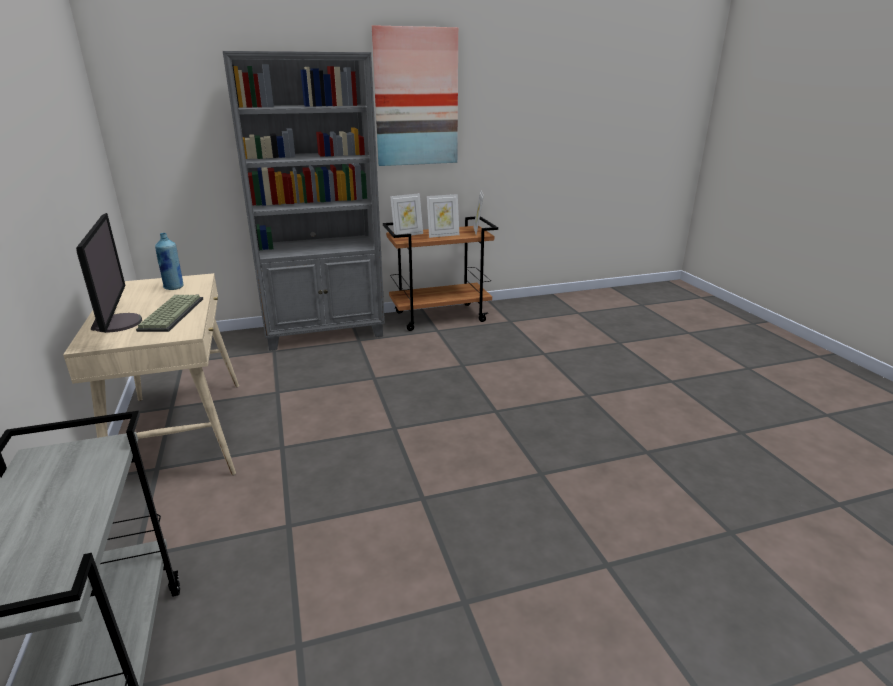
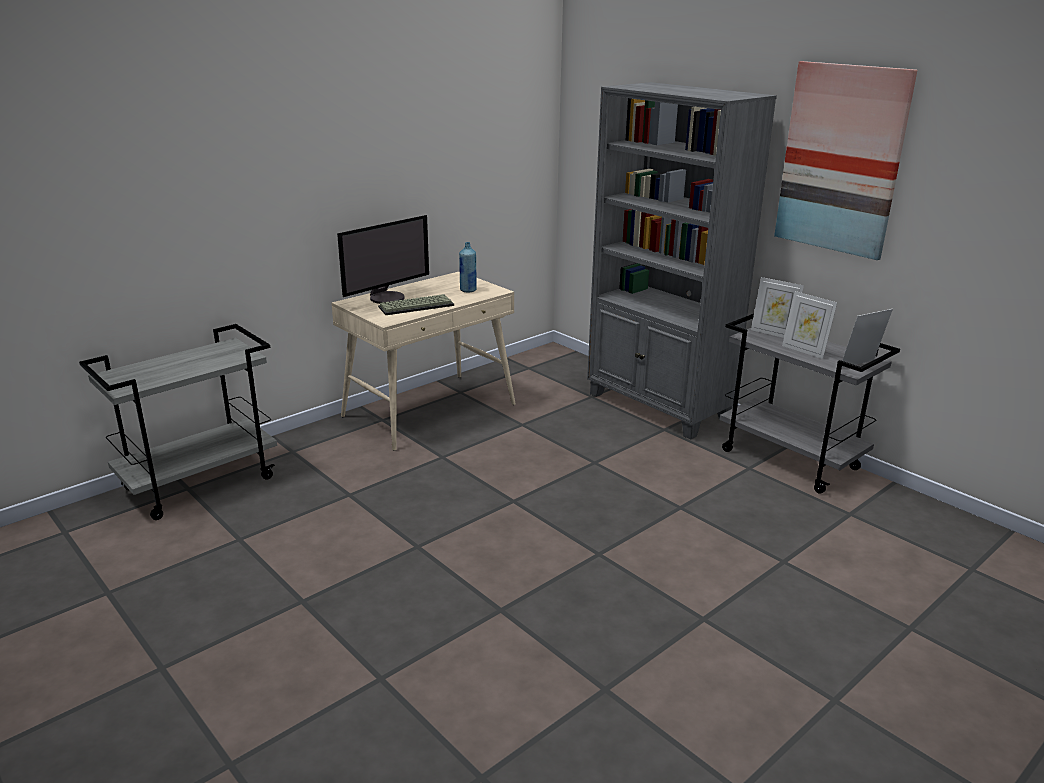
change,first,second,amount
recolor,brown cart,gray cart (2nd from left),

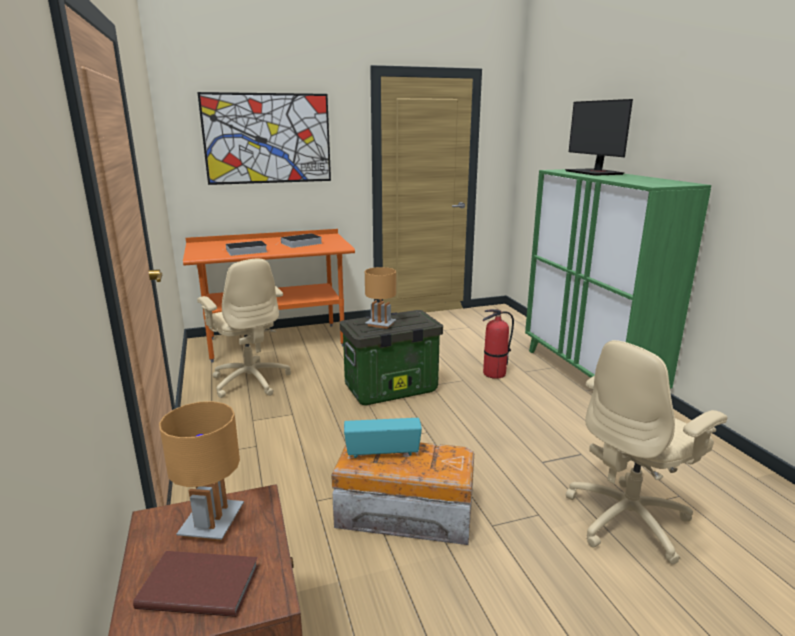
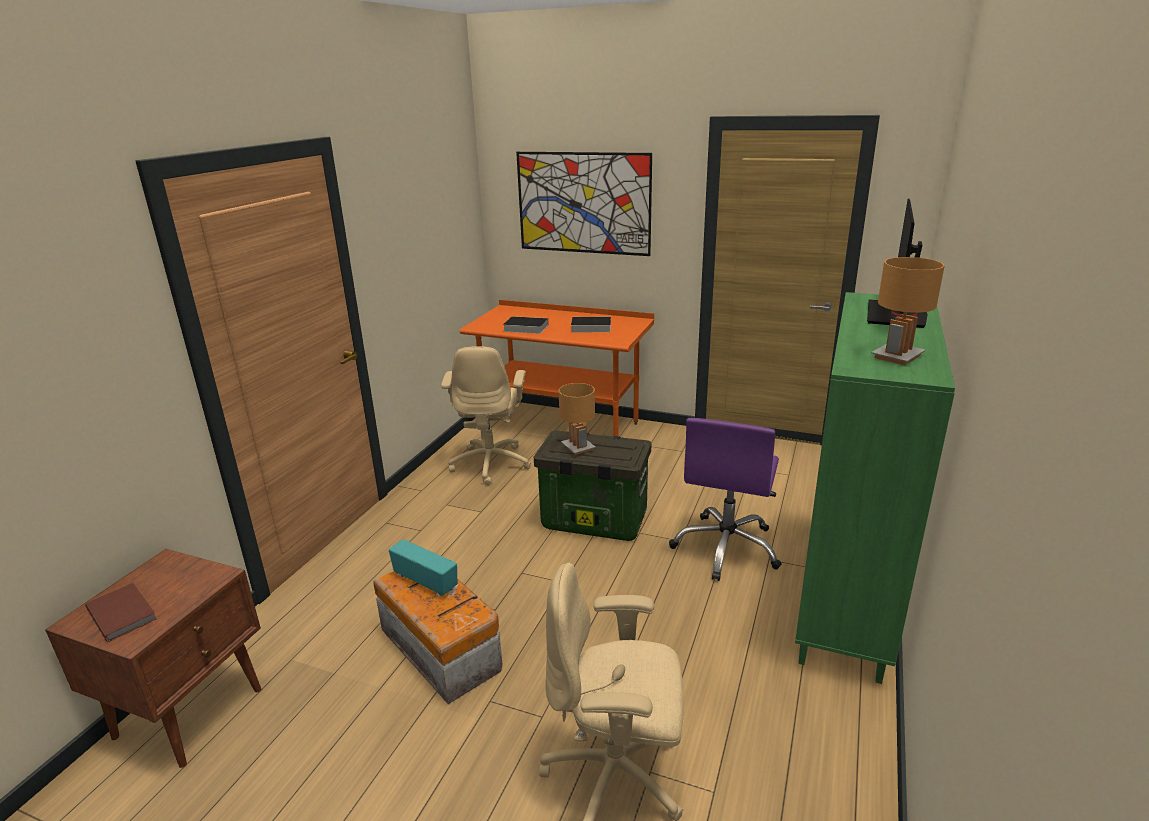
change,first,second,amount
replace,fire extinguisher,purple-coloured desk chair,
move,brown table lamp (1st from left in the first image),brown table lamp (2nd from left),

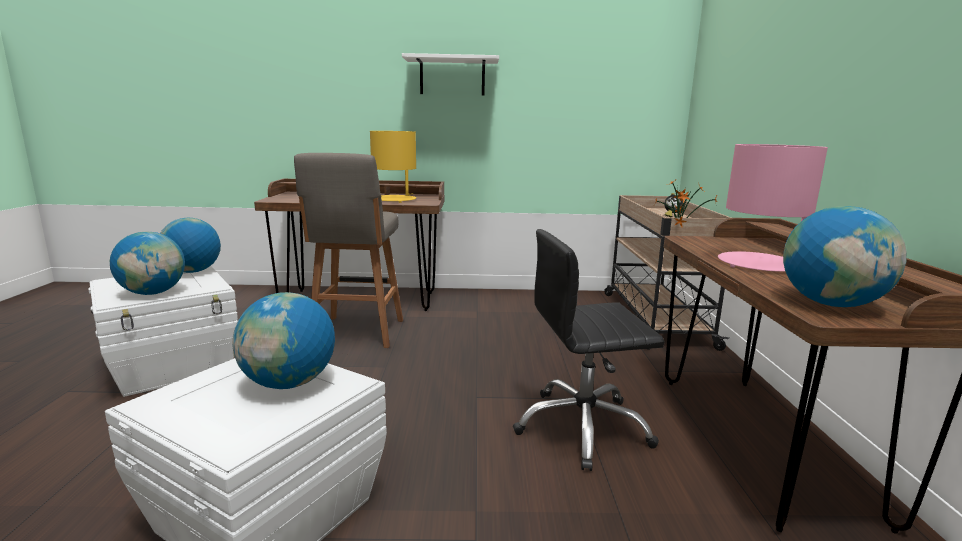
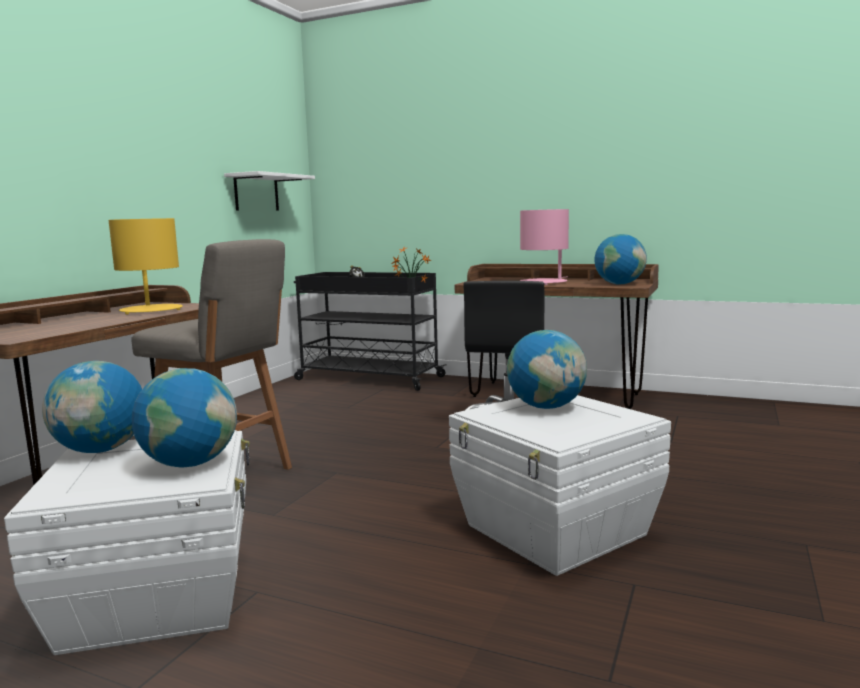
change,first,second,amount
move,white-coloured wall shelf,,
recolor,beige-coloured cart,black-coloured cart,

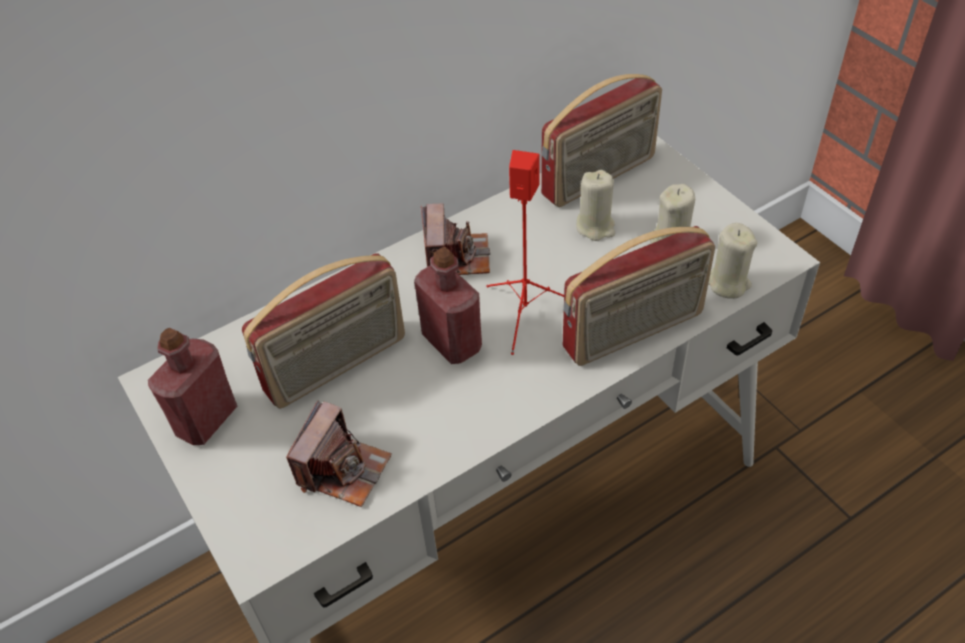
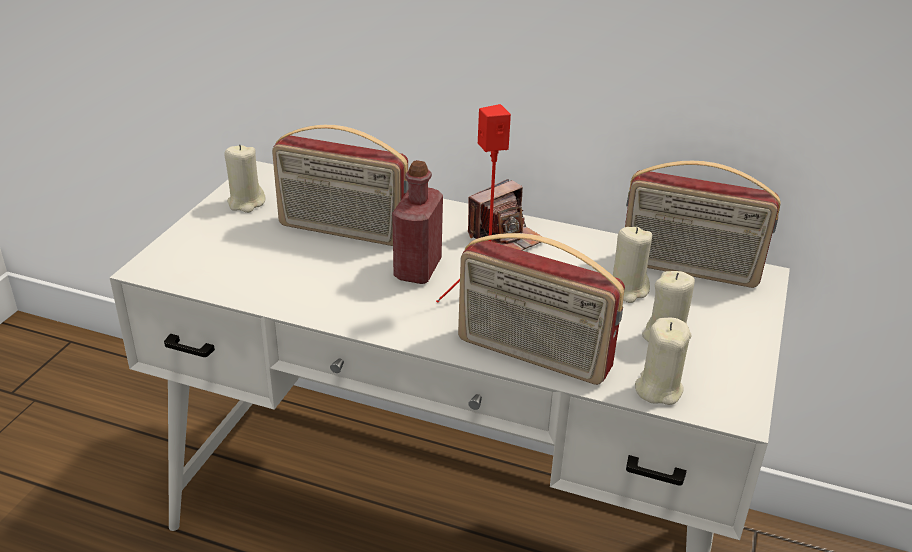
change,first,second,amount
replace,red-coloured drink bottle (1st from left),beige-coloured candle (1st from left),
delete,photo camera (1st from left),,

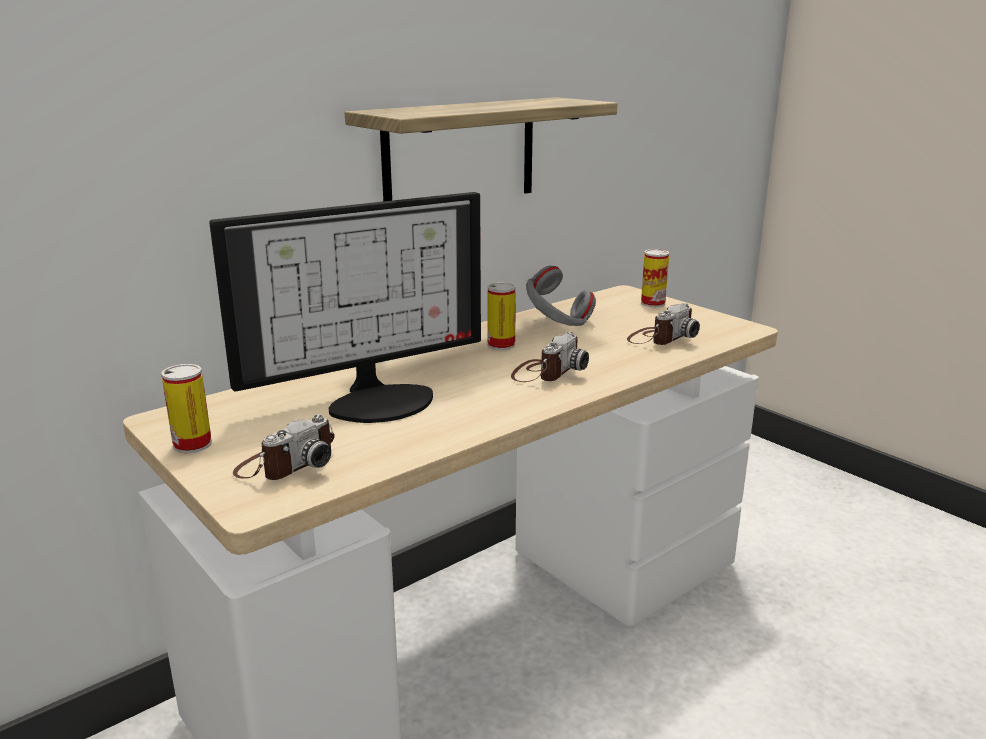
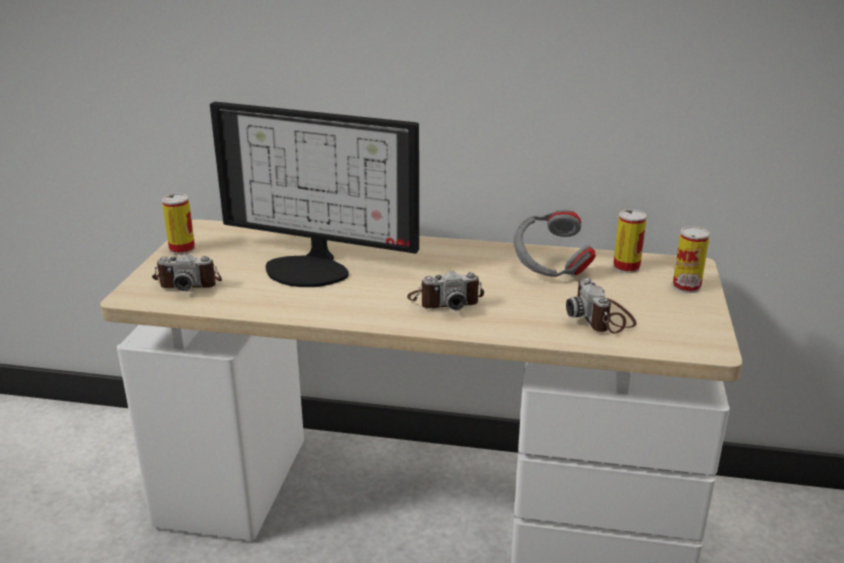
change,first,second,amount
delete,wall shelf,,
move,sealed can (2nd from left),,
rotate,photo camera (3rd from left),,75 degrees clockwise

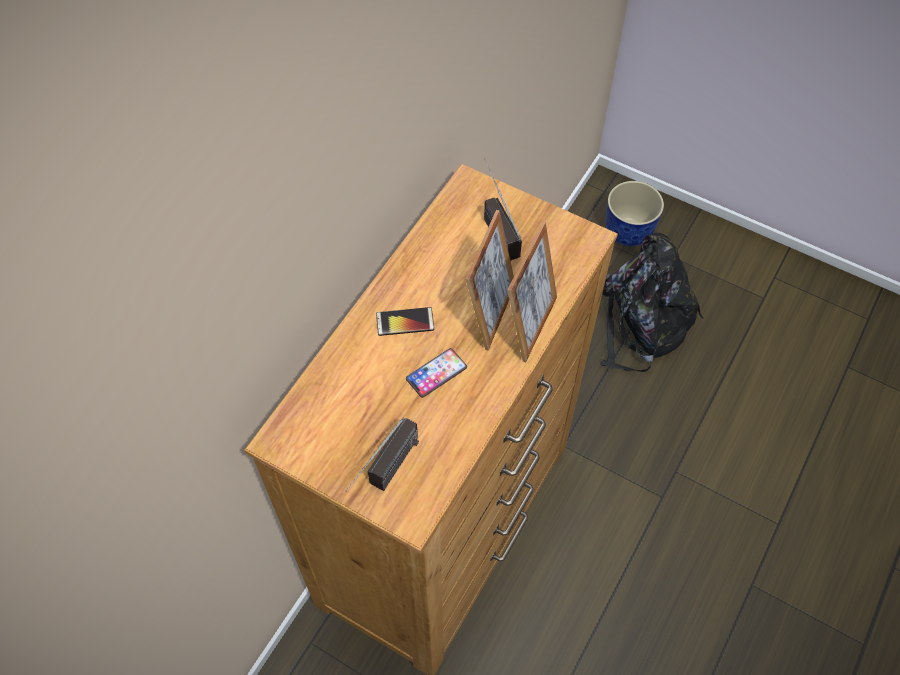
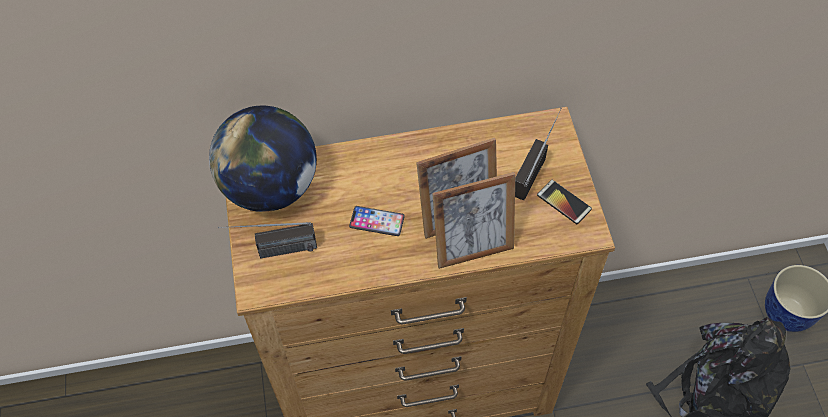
change,first,second,amount
move,telephone (1st from left in the first image),telephone (2nd from left),
insert,,globe,

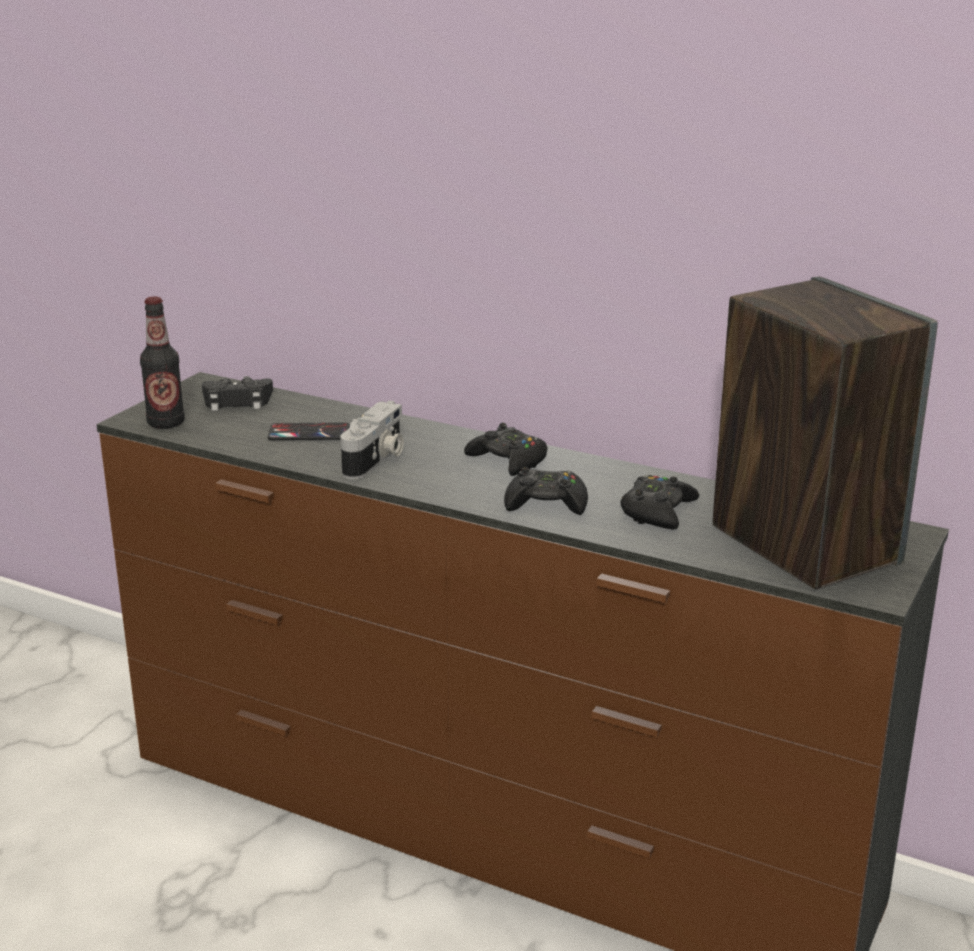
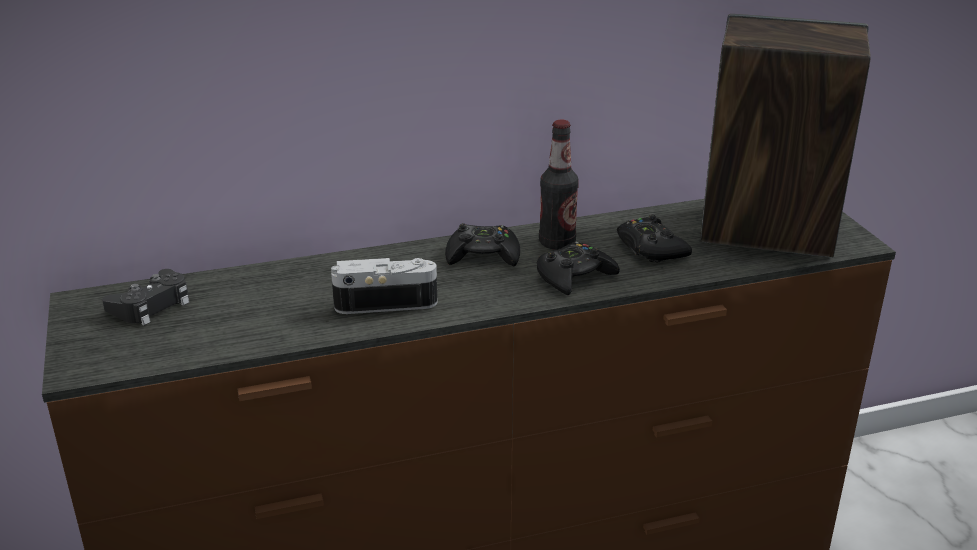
change,first,second,amount
move,drink bottle,,
rotate,photo camera,,75 degrees counterclockwise
delete,telephone,,

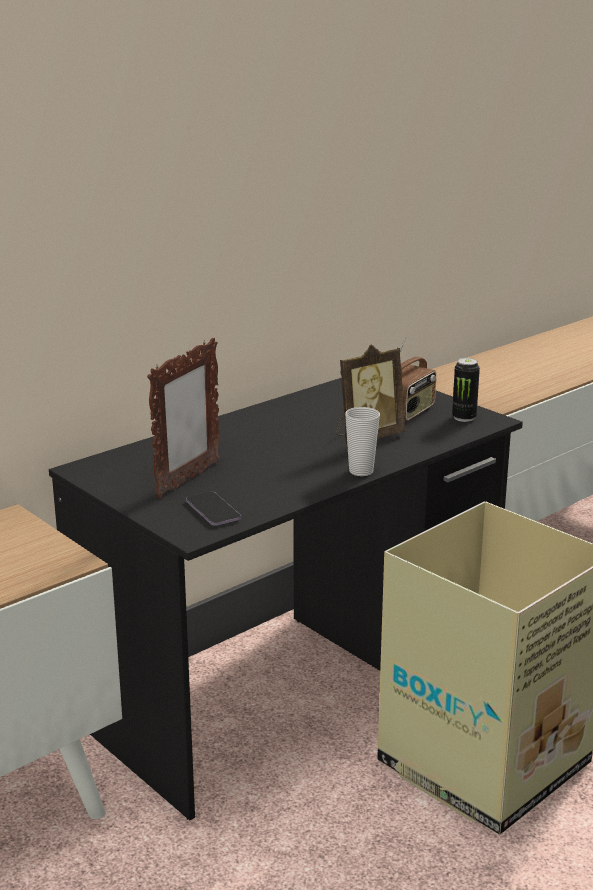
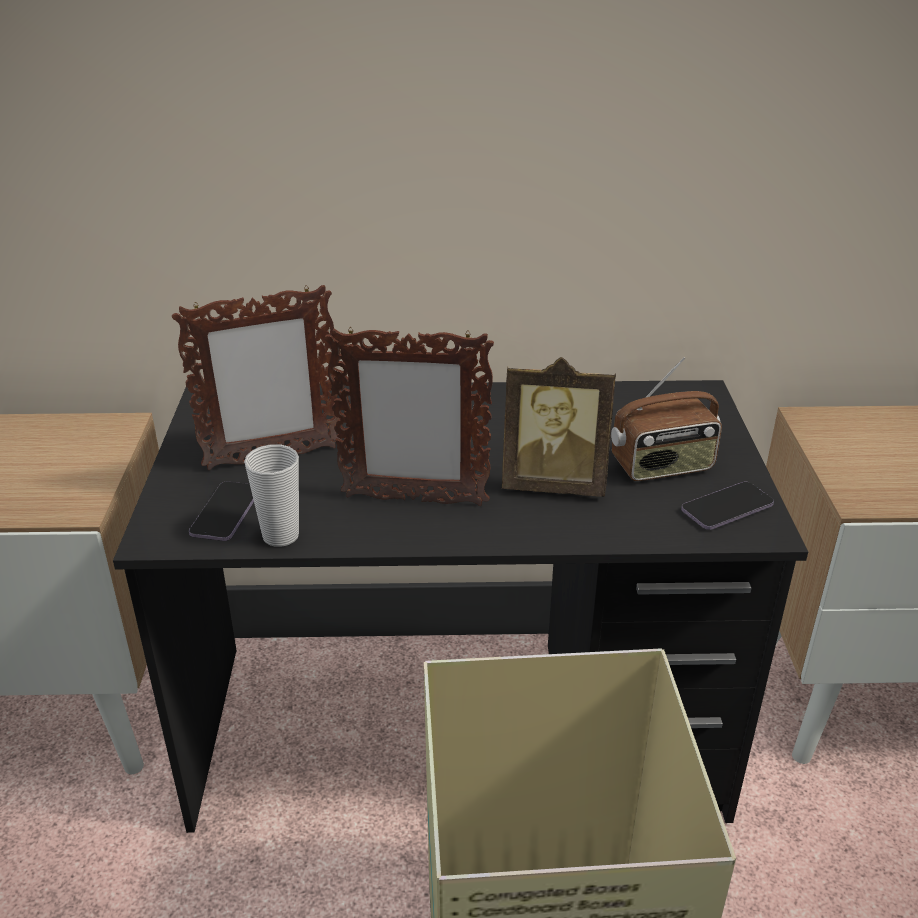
change,first,second,amount
replace,sealed can,telephone (2nd from left),
move,cup,,
insert,,picture frame (2nd from left),

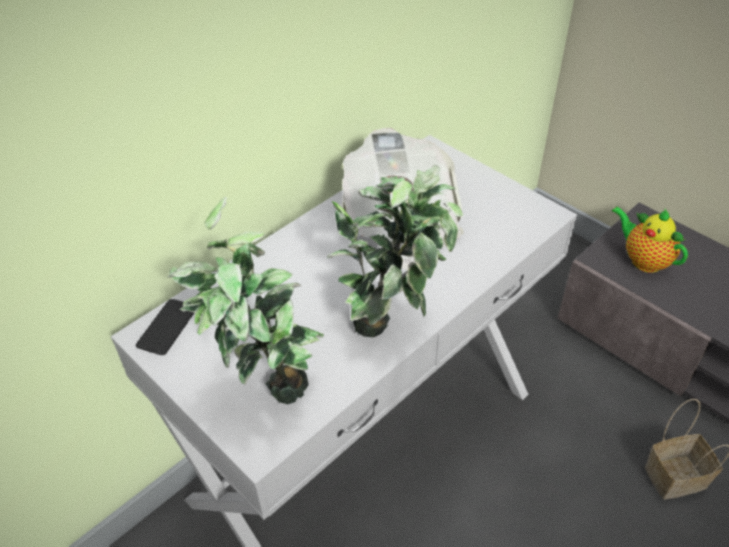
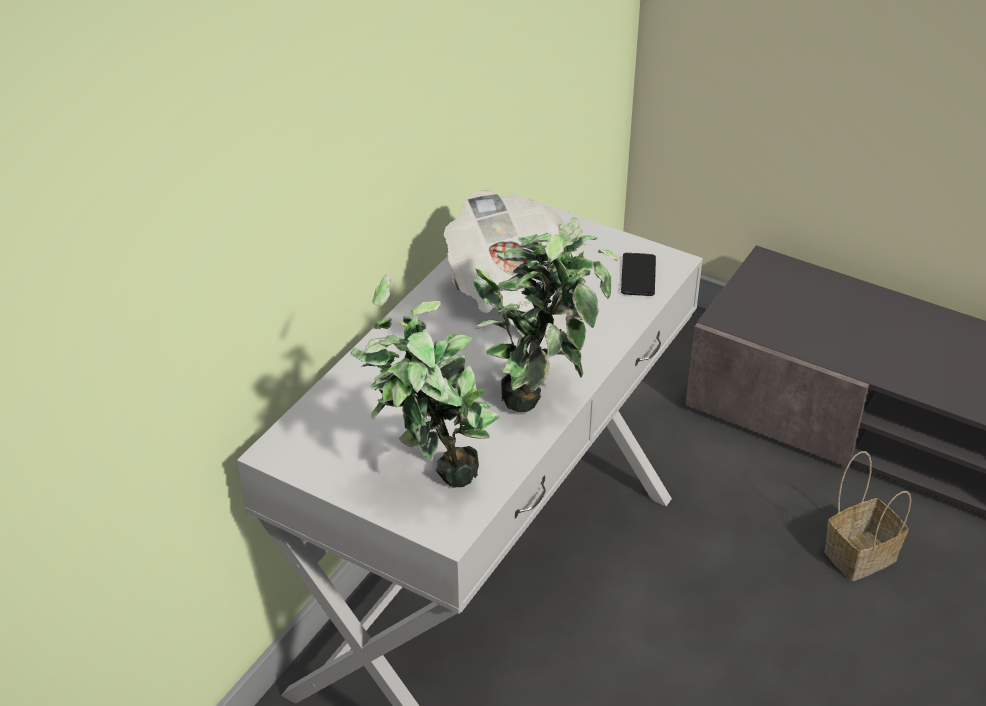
change,first,second,amount
delete,tea pot,,
move,telephone,,

